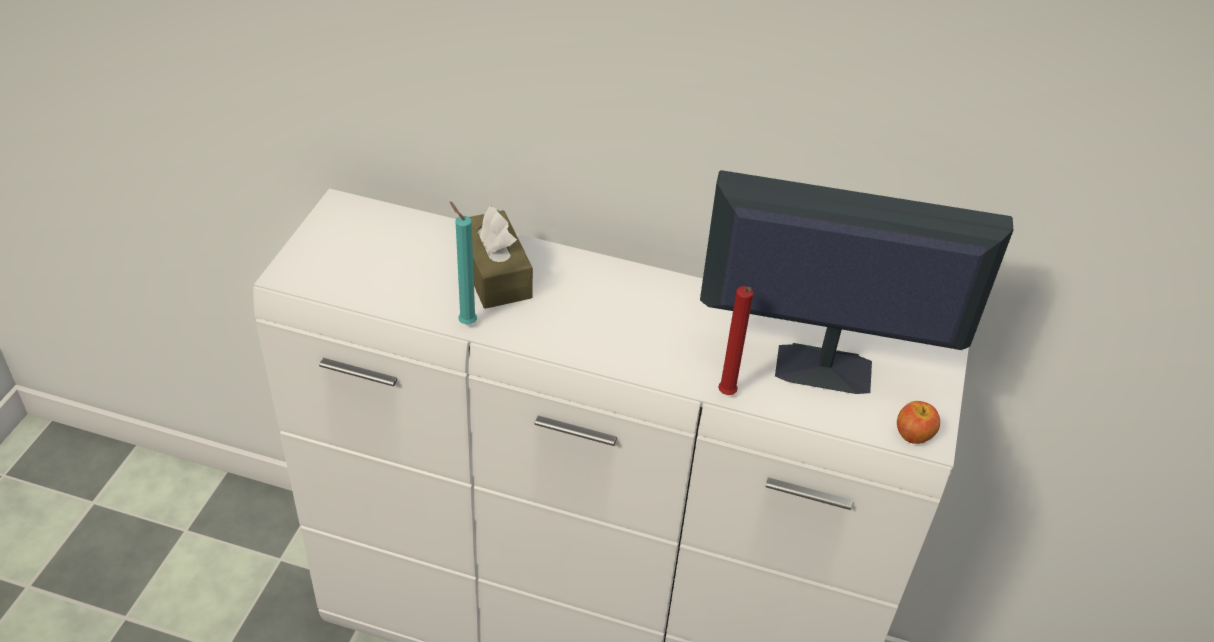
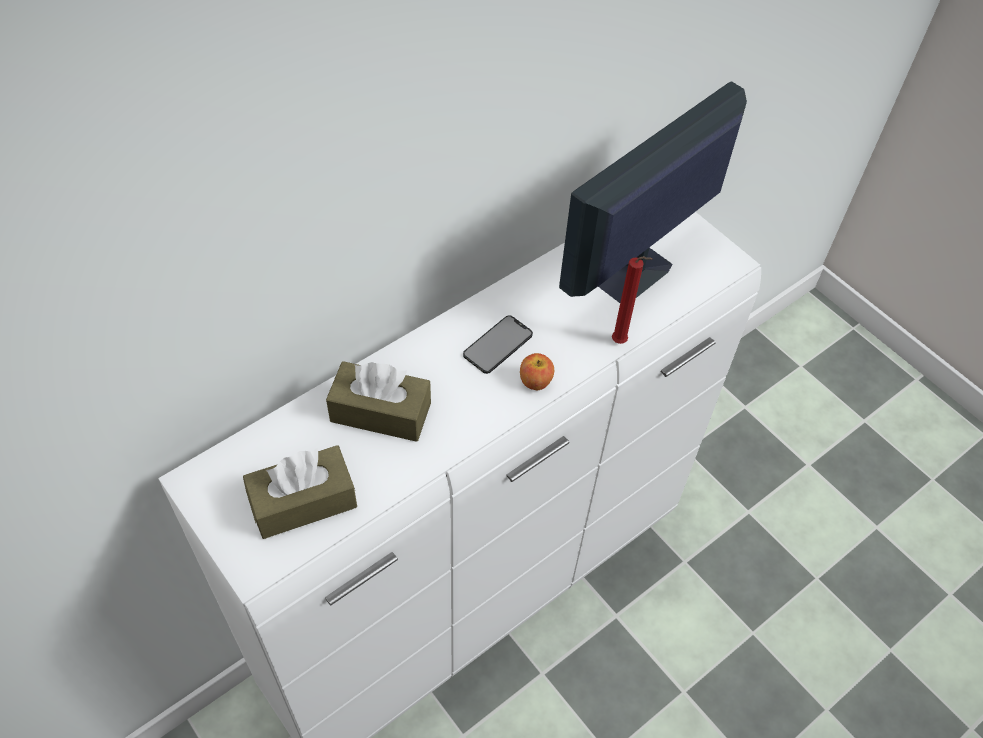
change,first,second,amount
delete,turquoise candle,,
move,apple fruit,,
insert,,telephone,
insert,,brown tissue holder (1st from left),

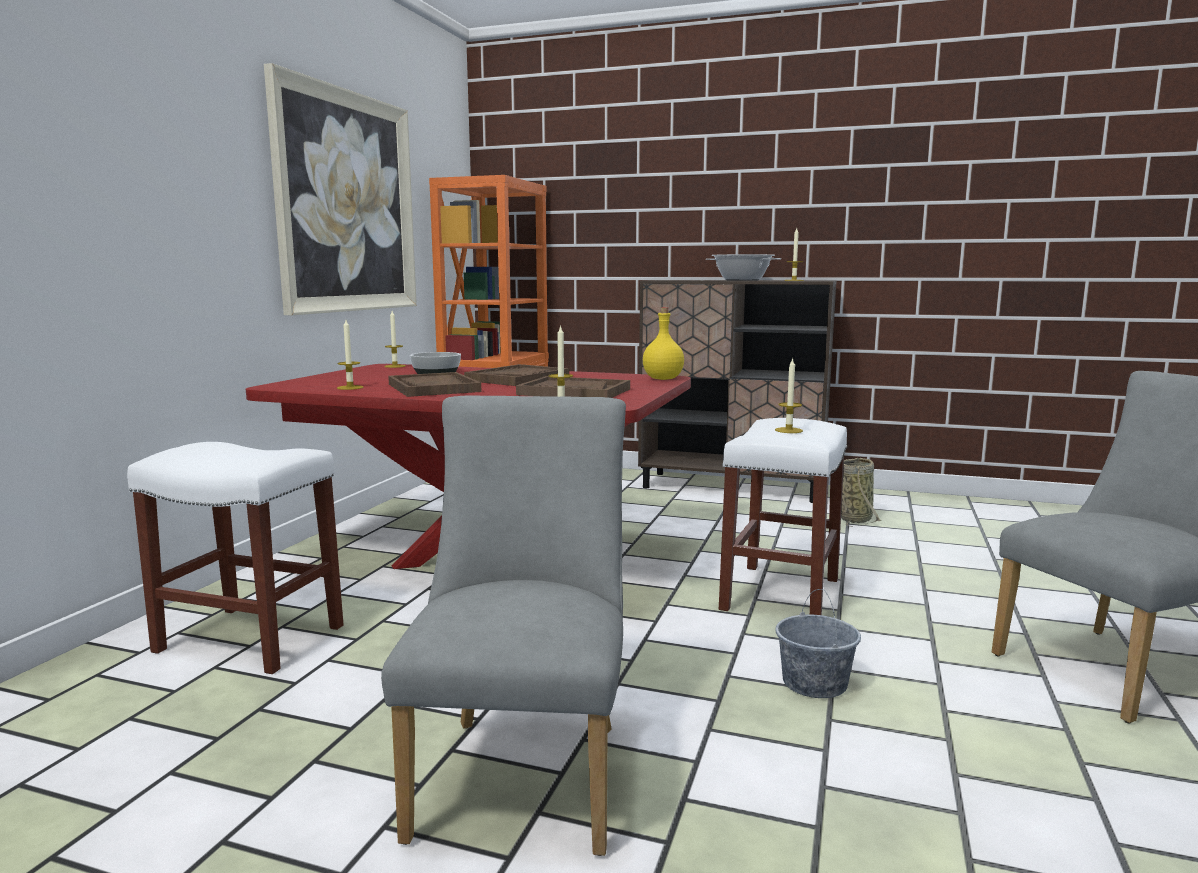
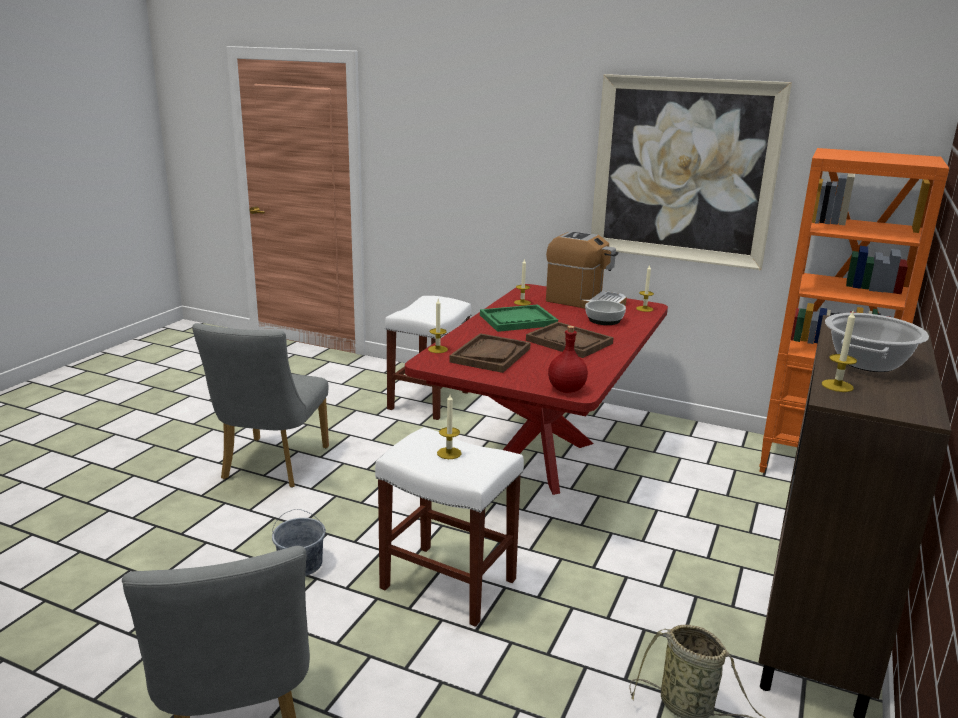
change,first,second,amount
recolor,yellow-coloured drink bottle,red-coloured drink bottle,
recolor,brown tray (1st from left),green-coloured tray,
rotate,gray plain chair (1st from left in the first image),gray plain chair (2nd from left),90 degrees clockwise
insert,,coffee brewer,

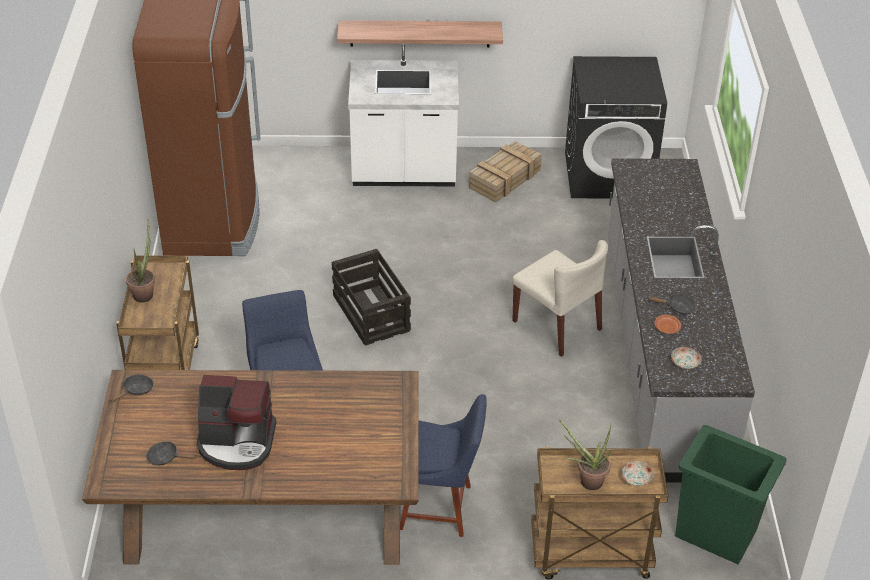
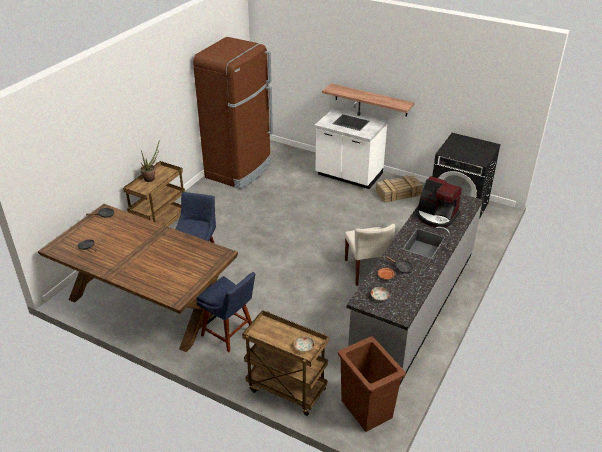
change,first,second,amount
delete,shipping crate (1st from left),,
move,coffee brewer,,
delete,potted plant (2nd from left),,
recolor,green-coloured rubbish bin,brown rubbish bin,

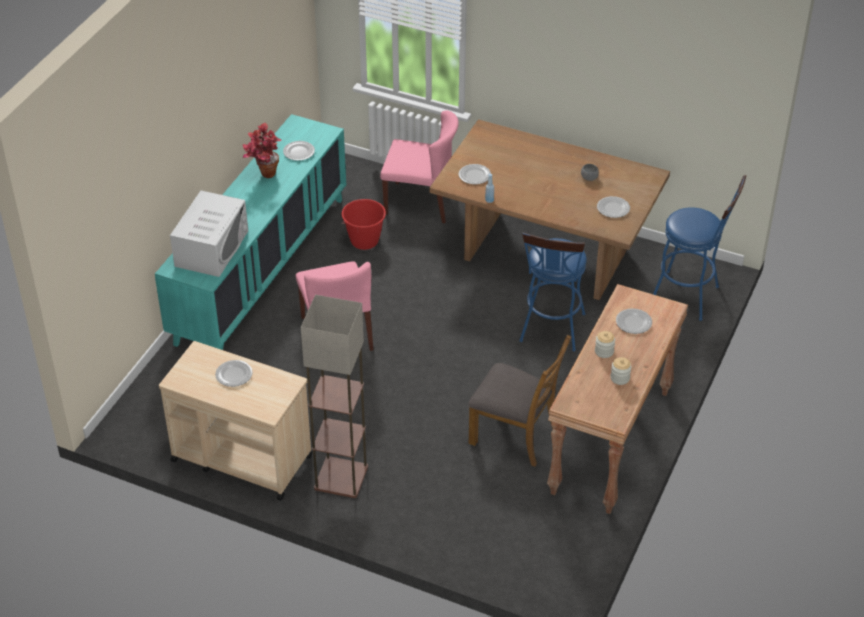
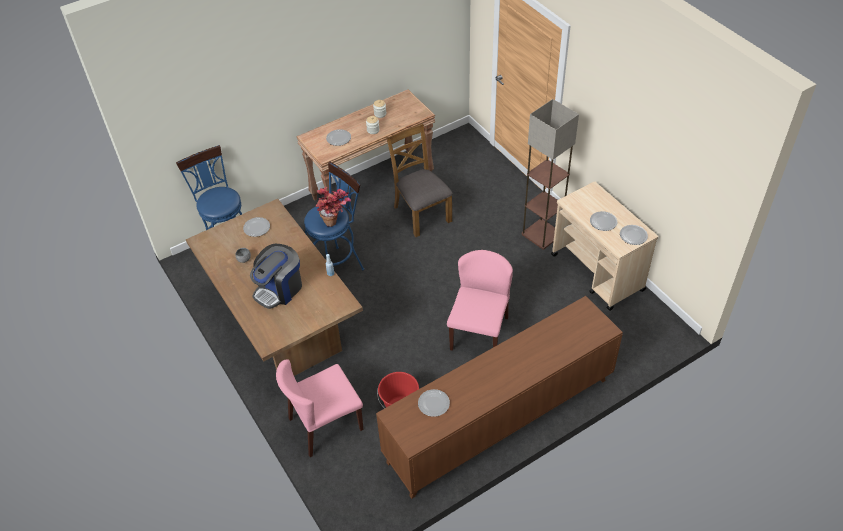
change,first,second,amount
rotate,pink plain chair (2nd from left in the first image),pink plain chair (1st from left),75 degrees counterclockwise
recolor,turquoise cupboard,brown cupboard,
move,potted plant,,
move,plate (3rd from left in the first image),plate (5th from left),
delete,white-coloured microwave,,
insert,,coffee brewer,

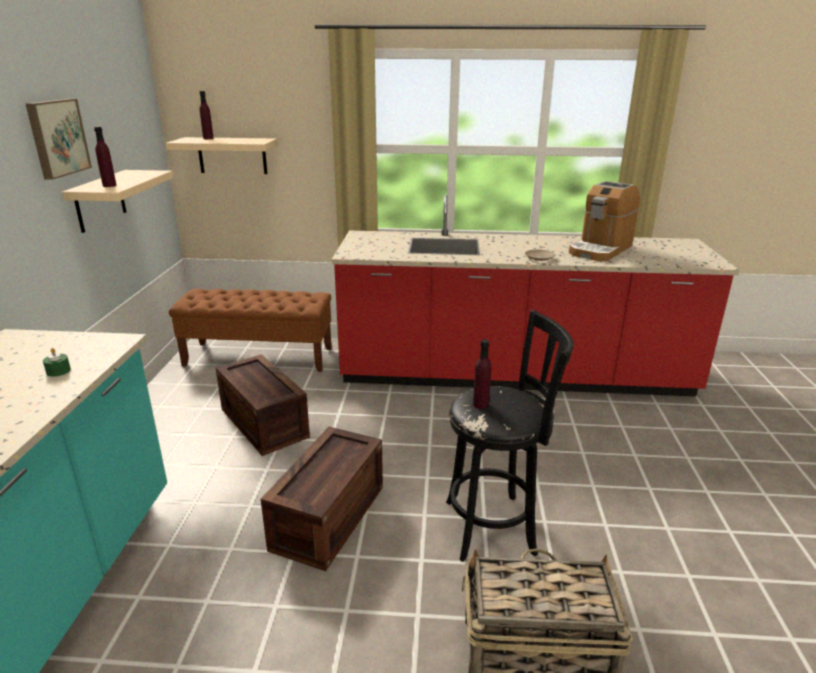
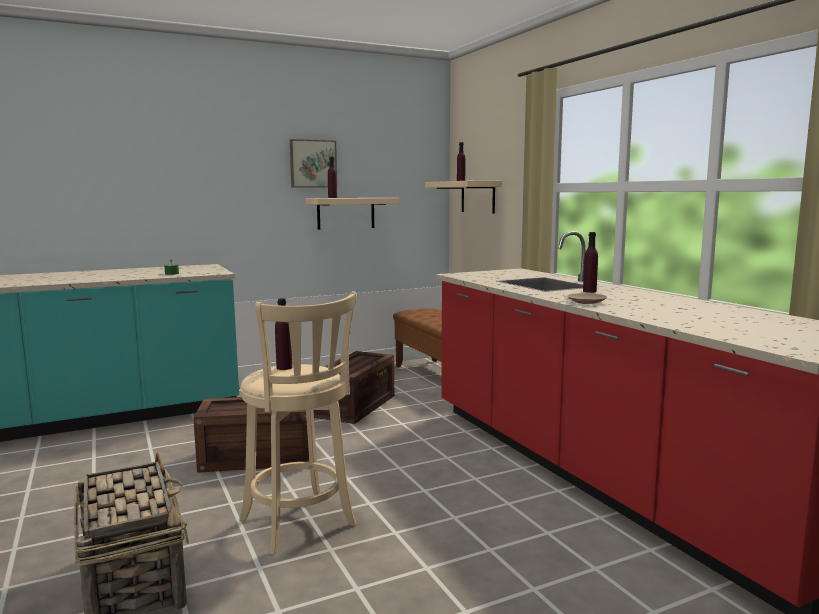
change,first,second,amount
delete,coffee brewer,,
recolor,black-coloured sitting stool,beige-coloured sitting stool,
insert,,purple-coloured drink bottle (4th from left),

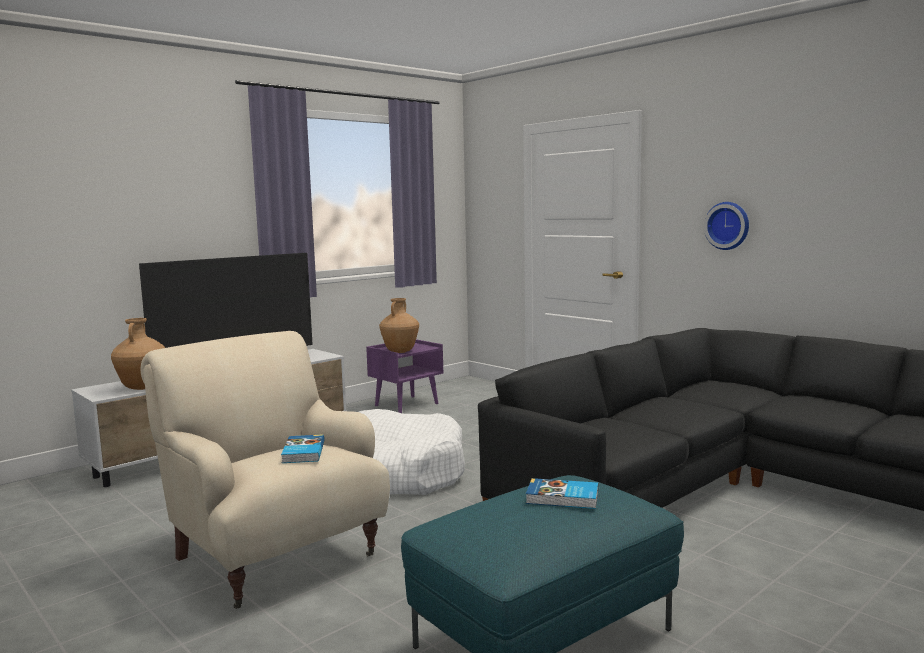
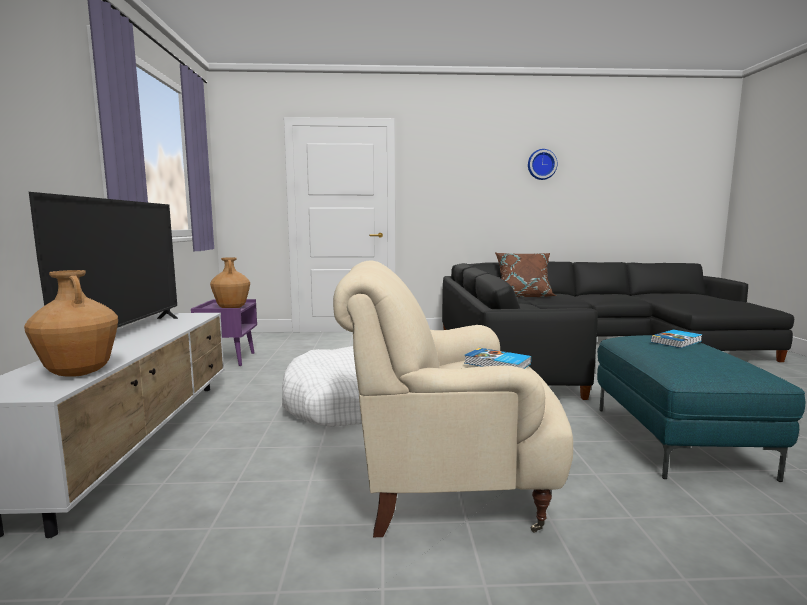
change,first,second,amount
move,clock on the wall,,
insert,,brown pillow,

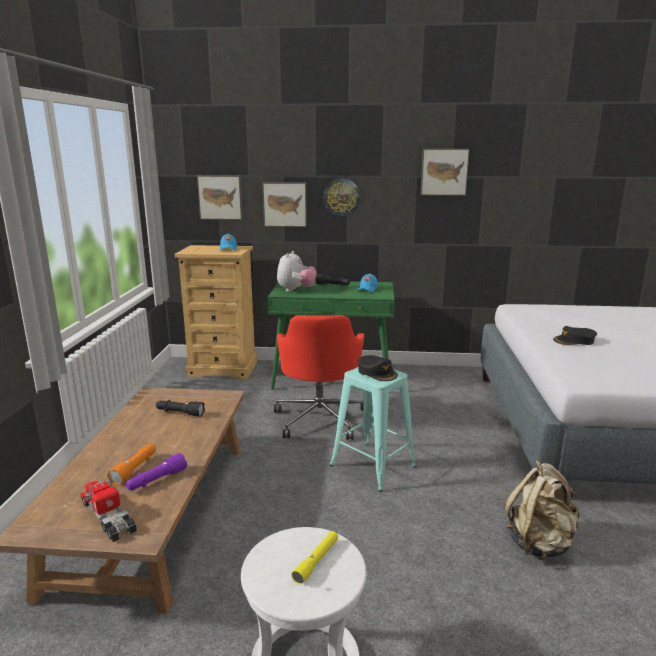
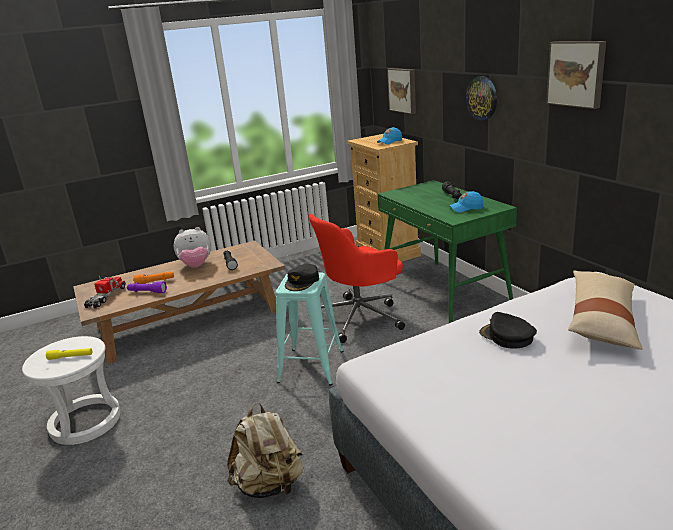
change,first,second,amount
delete,picture (2nd from left),,
move,plush toy,,
insert,,beige-coloured pillow,

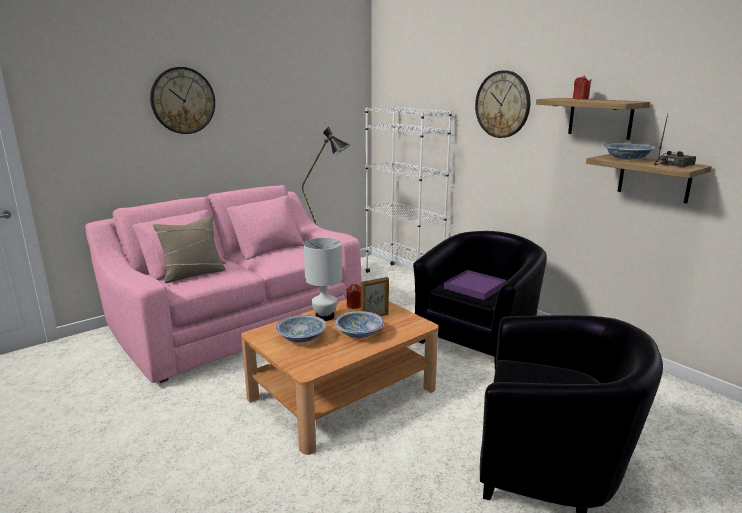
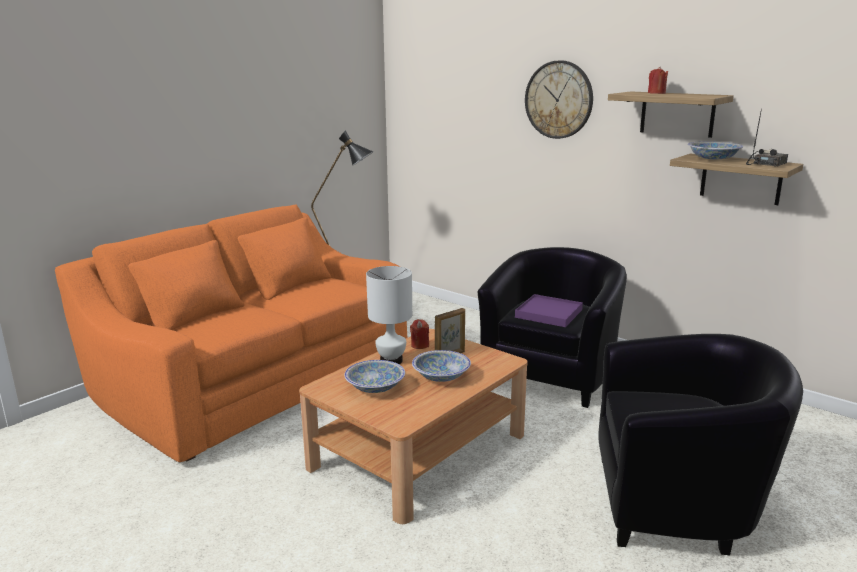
change,first,second,amount
delete,clock on the wall (1st from left),,
delete,white-coloured bookcase,,
recolor,pink sofa,orangey sofa,
delete,beige-coloured pillow,,

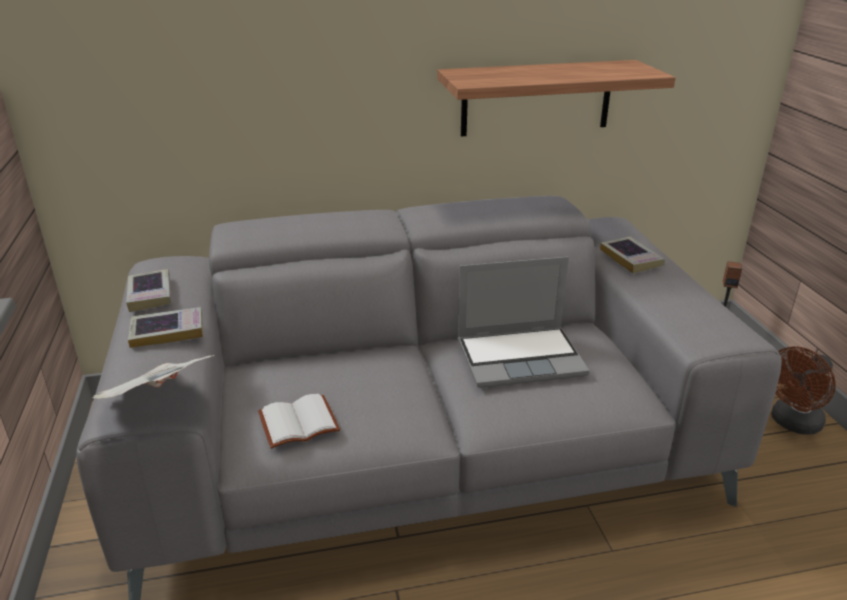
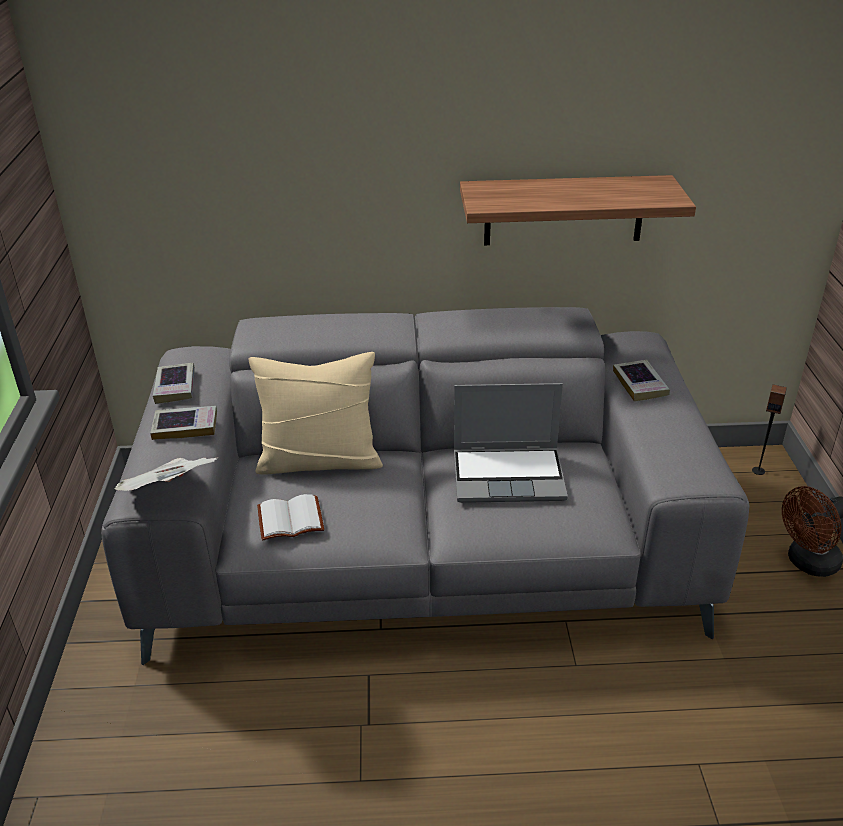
change,first,second,amount
insert,,beige-coloured pillow,

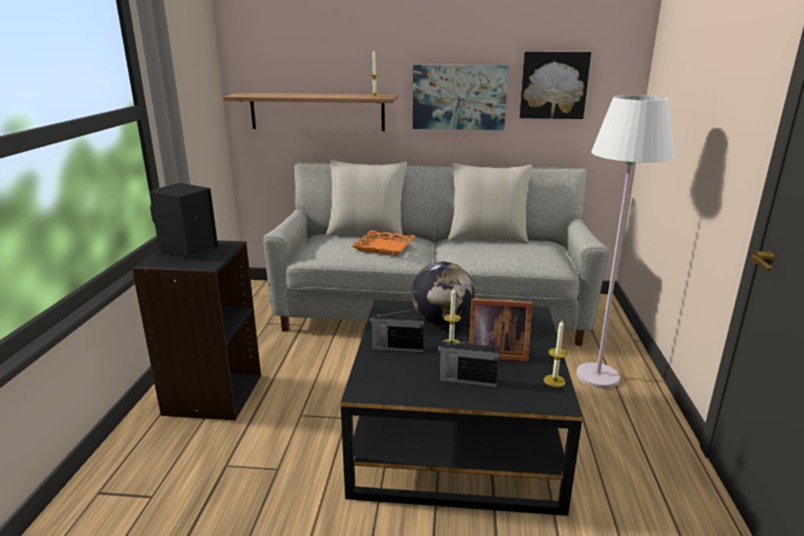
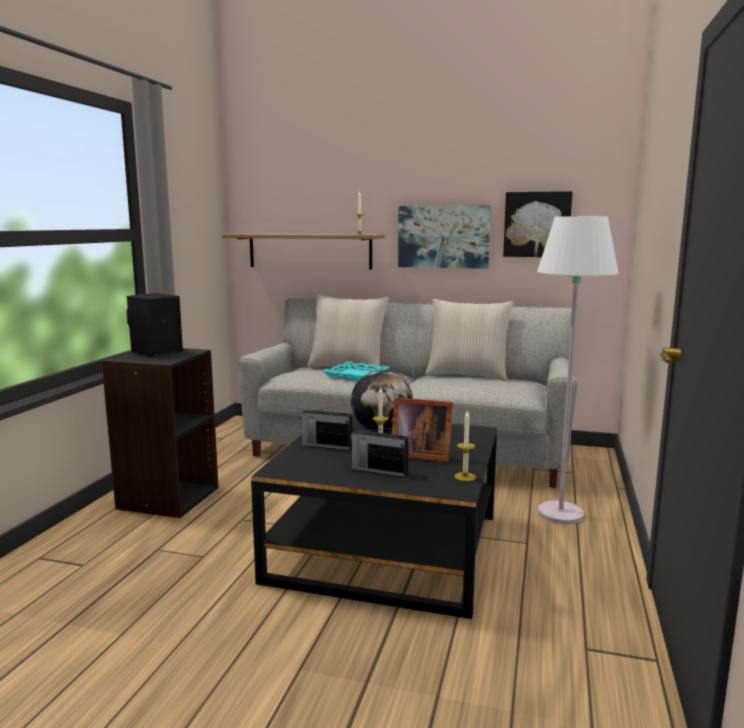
change,first,second,amount
recolor,orangey tray,turquoise tray,

